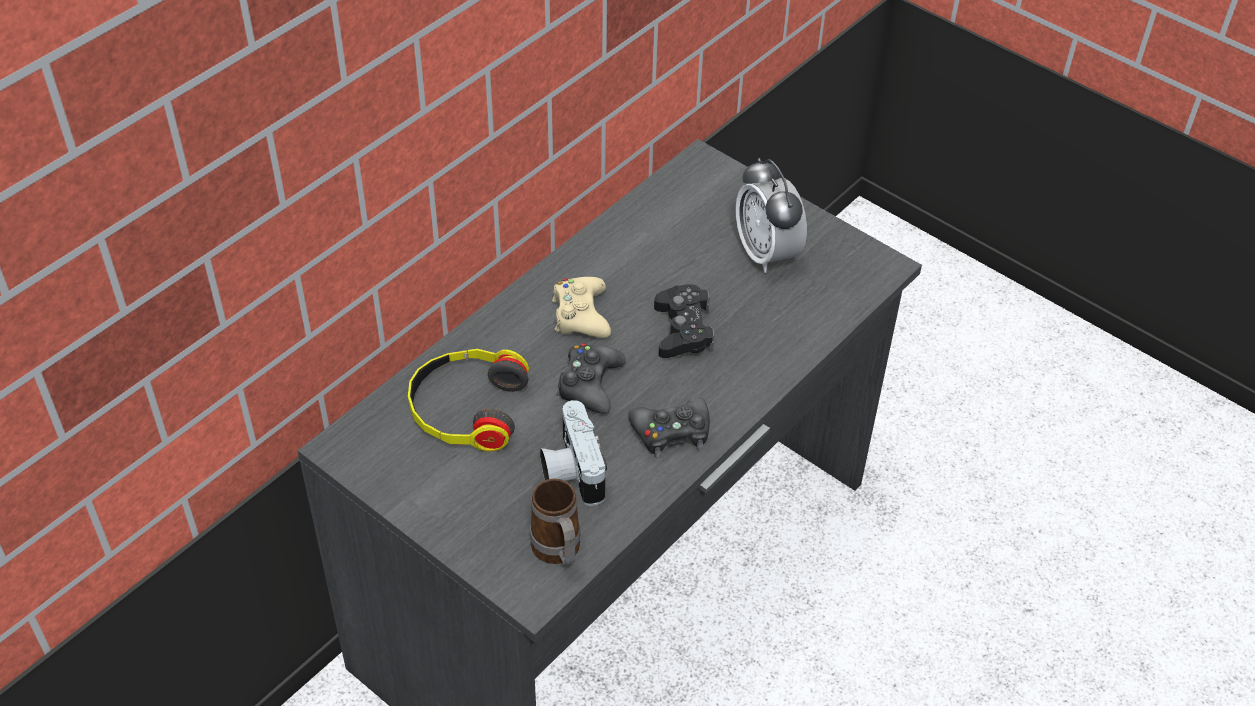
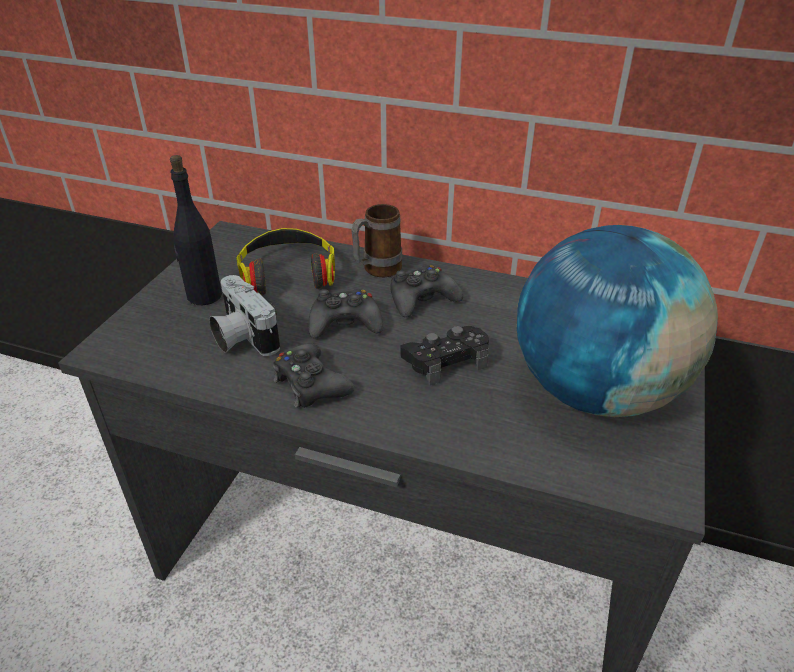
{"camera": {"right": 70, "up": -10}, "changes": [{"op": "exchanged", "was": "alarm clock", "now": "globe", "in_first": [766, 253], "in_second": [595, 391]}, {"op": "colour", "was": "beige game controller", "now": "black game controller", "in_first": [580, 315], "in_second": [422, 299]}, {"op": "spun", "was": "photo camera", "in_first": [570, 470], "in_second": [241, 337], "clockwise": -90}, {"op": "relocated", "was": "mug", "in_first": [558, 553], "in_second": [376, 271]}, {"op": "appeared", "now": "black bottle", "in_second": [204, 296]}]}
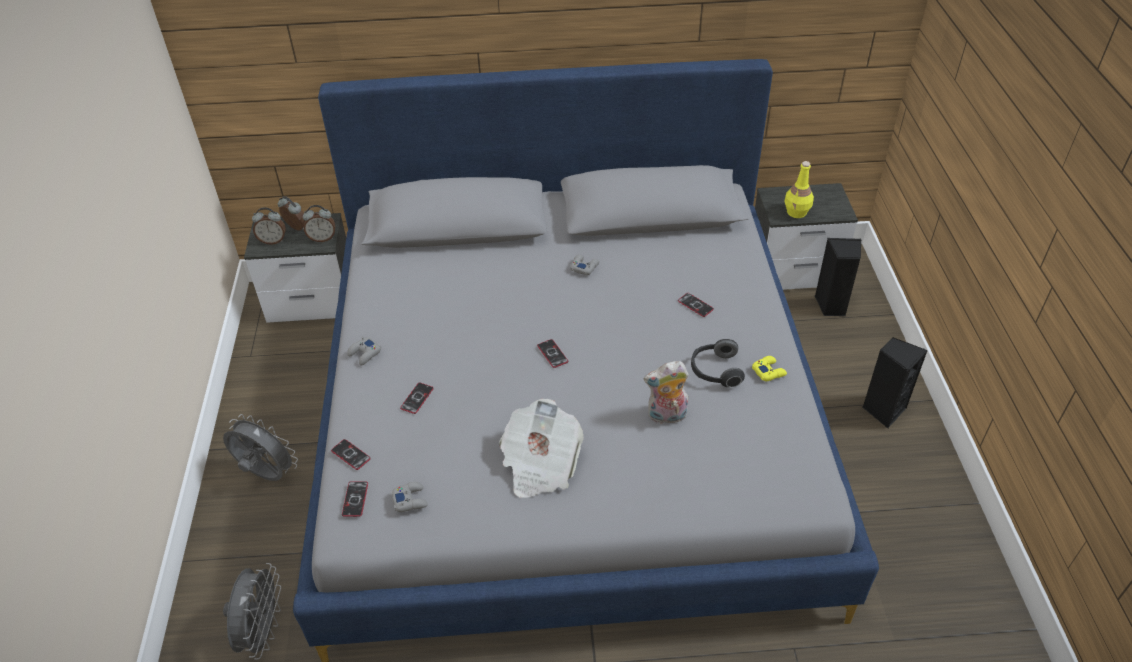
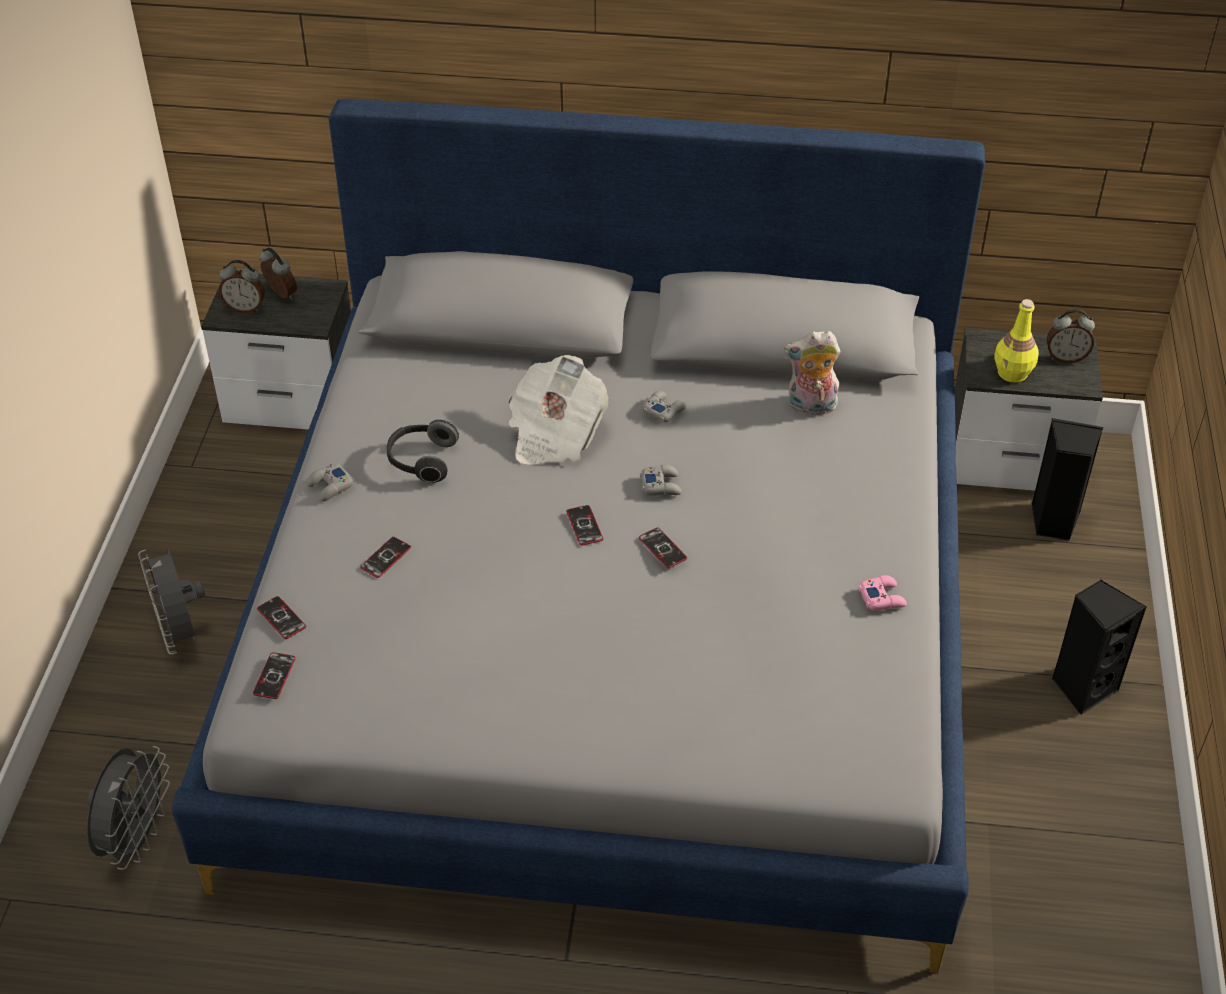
{"camera": {"right": 10, "up": 0}, "changes": [{"op": "relocated", "was": "alarm clock", "in_first": [322, 238], "in_second": [1065, 357]}, {"op": "relocated", "was": "phone", "in_first": [695, 305], "in_second": [662, 548]}, {"op": "relocated", "was": "headphones", "in_first": [715, 371], "in_second": [421, 461]}, {"op": "colour", "was": "yellow game controller", "now": "pink game controller", "in_first": [768, 371], "in_second": [882, 597]}, {"op": "relocated", "was": "plush toy", "in_first": [666, 416], "in_second": [810, 407]}, {"op": "relocated", "was": "newspaper", "in_first": [540, 464], "in_second": [554, 434]}, {"op": "spun", "was": "grey fan", "in_first": [266, 474], "in_second": [181, 634], "clockwise": -150}, {"op": "relocated", "was": "grey game controller", "in_first": [410, 500], "in_second": [661, 485]}]}
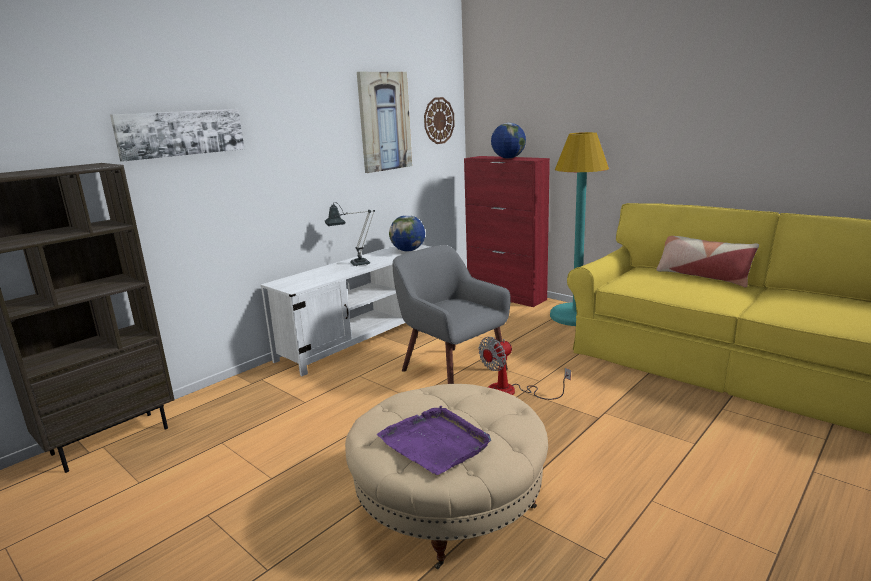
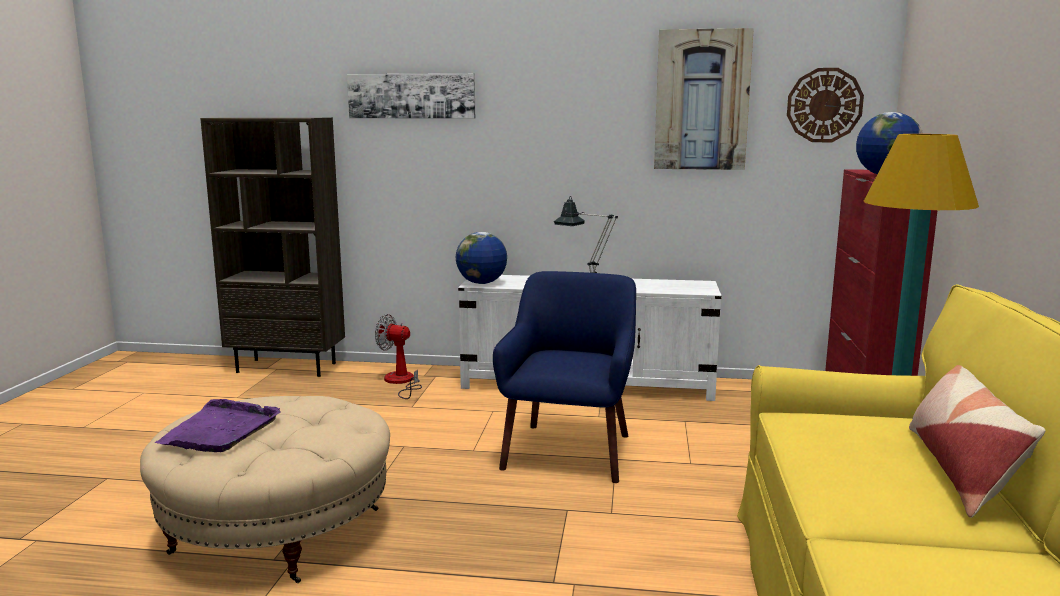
{"camera": {"right": 55, "up": -5}, "changes": [{"op": "relocated", "was": "globe", "in_first": [408, 250], "in_second": [482, 283]}, {"op": "colour", "was": "grey armchair", "now": "blue armchair", "in_first": [452, 369], "in_second": [569, 451]}, {"op": "relocated", "was": "fan", "in_first": [511, 392], "in_second": [401, 382]}]}
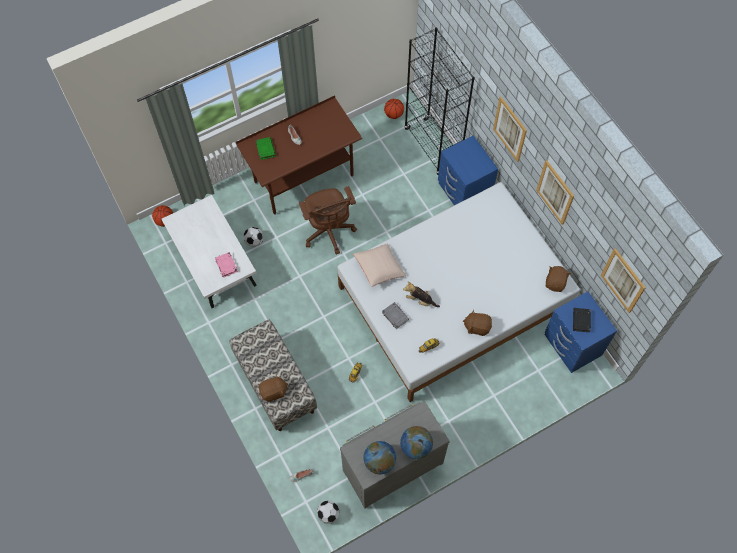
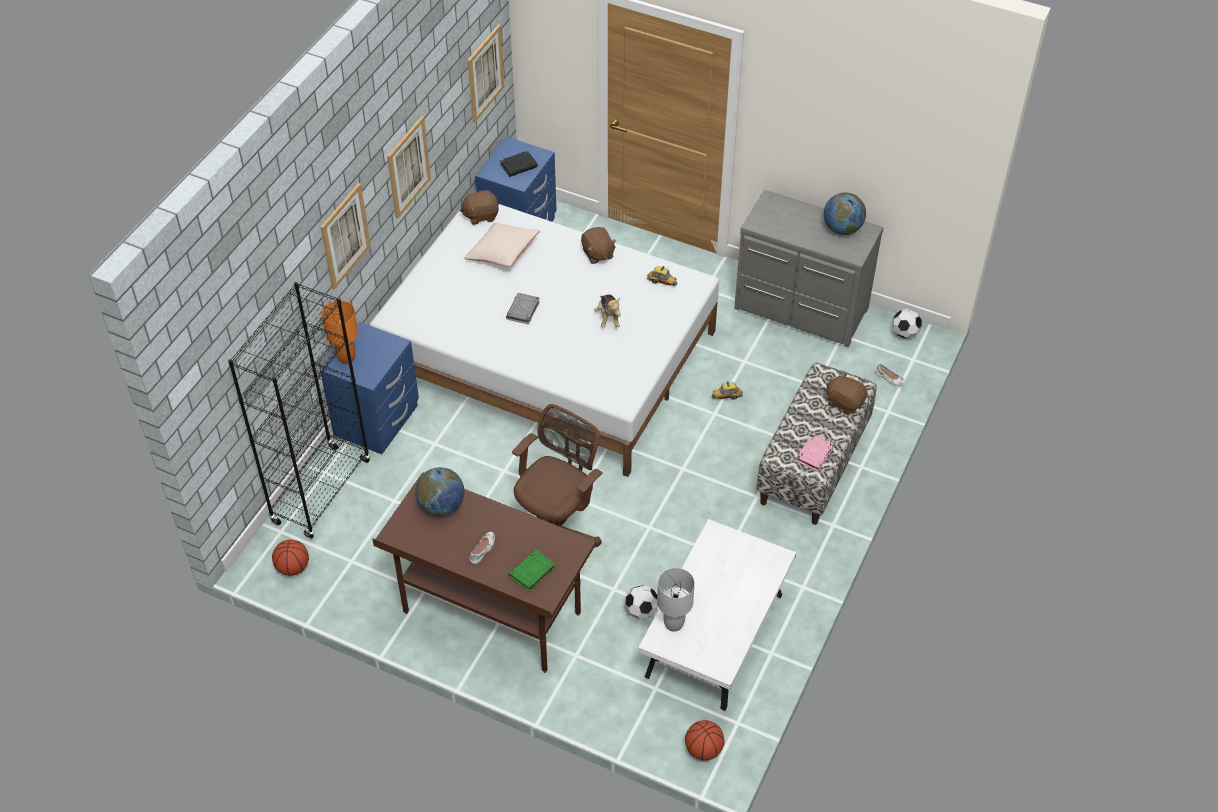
{"camera": {"right": -125, "up": -15}, "changes": [{"op": "relocated", "was": "beige pillow", "in_first": [379, 268], "in_second": [502, 253]}, {"op": "relocated", "was": "pink book", "in_first": [226, 265], "in_second": [814, 454]}, {"op": "relocated", "was": "grey book", "in_first": [395, 316], "in_second": [523, 311]}, {"op": "relocated", "was": "globe", "in_first": [416, 446], "in_second": [441, 506]}, {"op": "appeared", "now": "orange table lamp", "in_second": [346, 358]}, {"op": "appeared", "now": "grey table lamp", "in_second": [673, 624]}]}
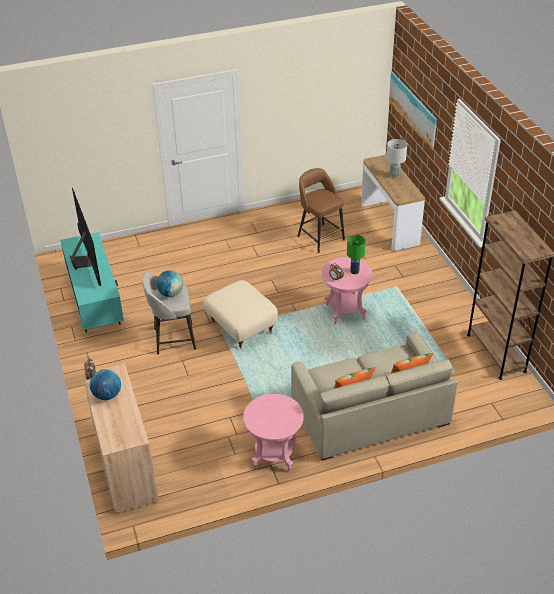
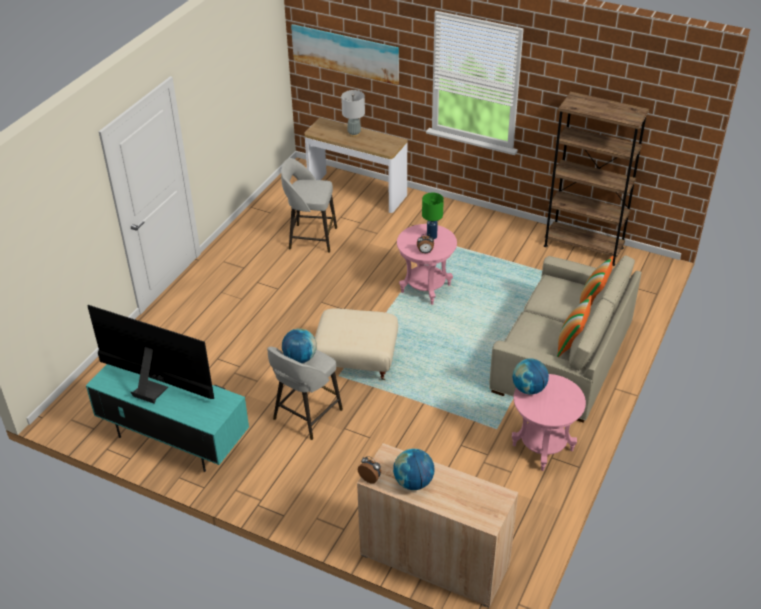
{"camera": {"right": -45, "up": 0}, "changes": [{"op": "colour", "was": "brown stool", "now": "grey stool", "in_first": [320, 237], "in_second": [311, 238]}, {"op": "appeared", "now": "globe", "in_second": [529, 389]}]}
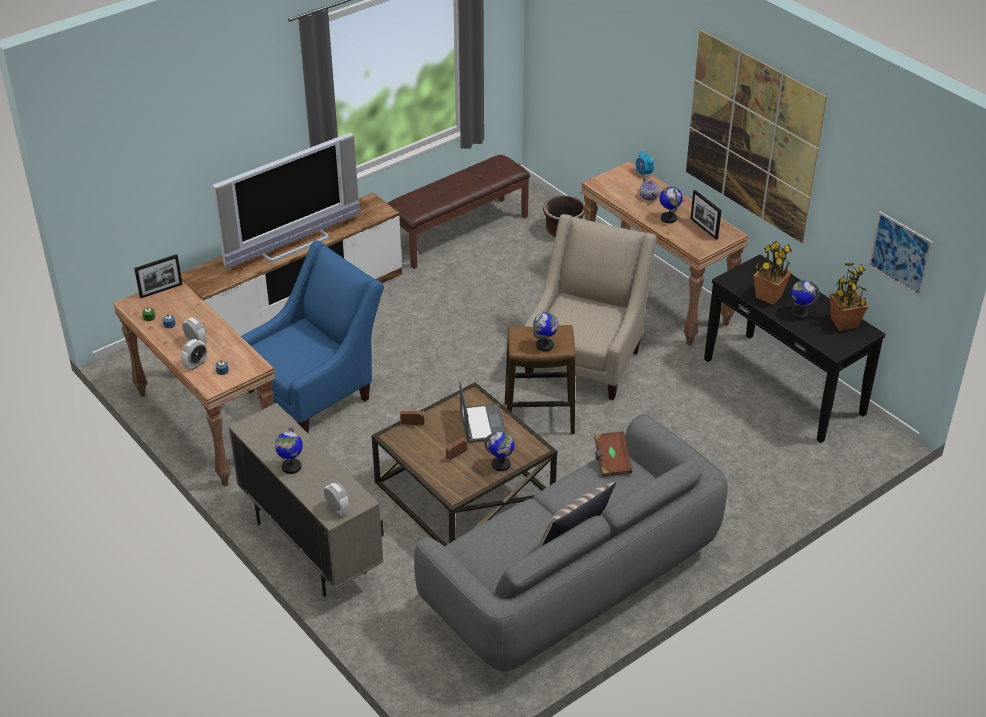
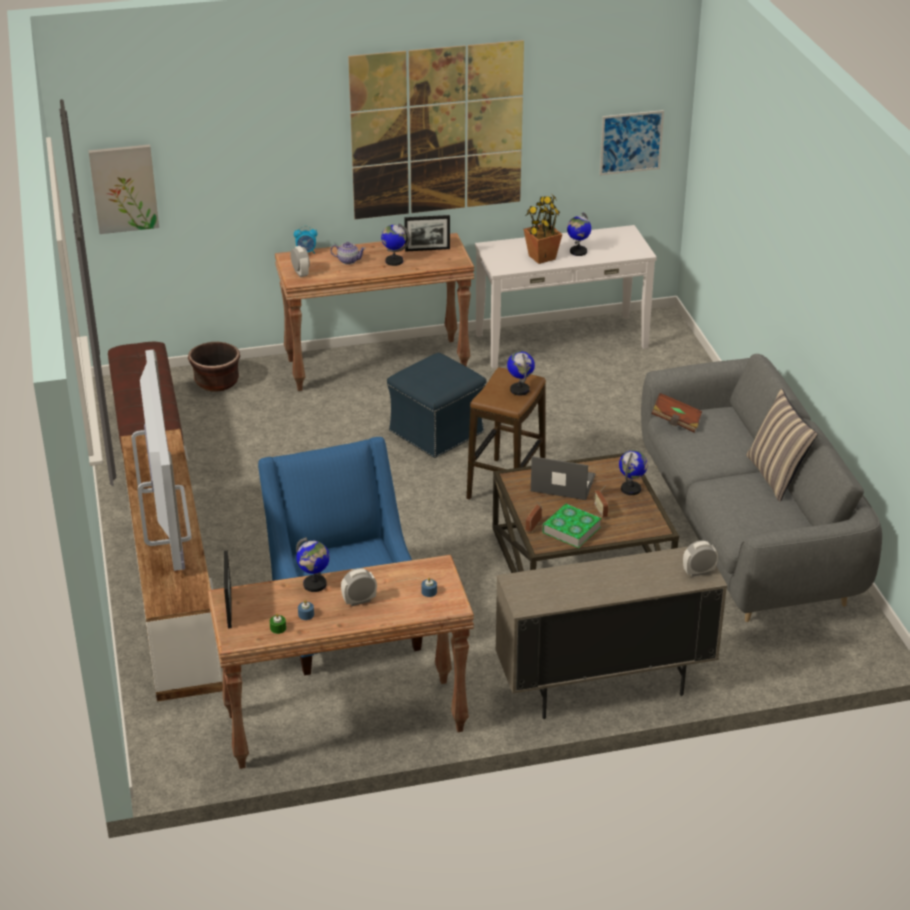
{"camera": {"right": -65, "up": -5}, "changes": [{"op": "exchanged", "was": "beige armchair", "now": "blue ottoman", "in_first": [586, 358], "in_second": [437, 431]}, {"op": "colour", "was": "black console table", "now": "white console table", "in_first": [784, 386], "in_second": [561, 341]}, {"op": "missing", "was": "potted plant", "in_first": [844, 323]}, {"op": "relocated", "was": "alarm clock", "in_first": [195, 364], "in_second": [300, 273]}, {"op": "relocated", "was": "globe", "in_first": [291, 467], "in_second": [315, 585]}, {"op": "appeared", "now": "picture", "in_second": [124, 188]}, {"op": "appeared", "now": "book", "in_second": [571, 529]}]}
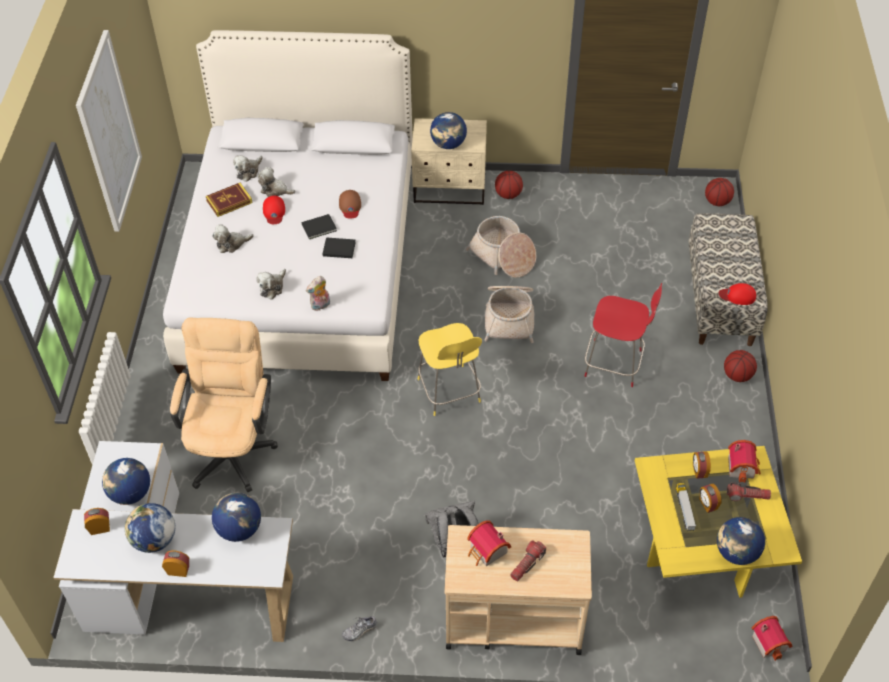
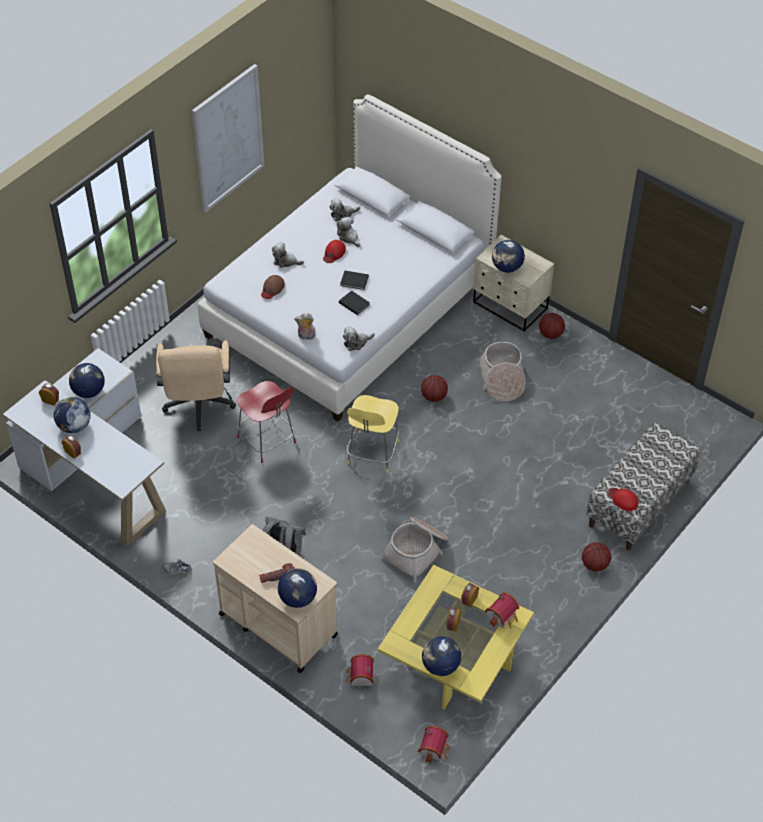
{"camera": {"right": 35, "up": 0}, "changes": [{"op": "relocated", "was": "basketball", "in_first": [717, 202], "in_second": [434, 397]}, {"op": "missing", "was": "book", "in_first": [229, 201]}, {"op": "relocated", "was": "brown cap", "in_first": [350, 206], "in_second": [272, 288]}, {"op": "relocated", "was": "plush toy", "in_first": [272, 287], "in_second": [356, 342]}, {"op": "relocated", "was": "red stool", "in_first": [615, 364], "in_second": [267, 441]}, {"op": "relocated", "was": "basket", "in_first": [509, 317], "in_second": [416, 551]}, {"op": "spun", "was": "beige office chair", "in_first": [233, 447], "in_second": [198, 407], "clockwise": 135}, {"op": "missing", "was": "flashlight", "in_first": [747, 496]}, {"op": "missing", "was": "toy truck", "in_first": [684, 510]}, {"op": "relocated", "was": "globe", "in_first": [239, 529], "in_second": [298, 598]}, {"op": "relocated", "was": "toy house", "in_first": [487, 552], "in_second": [360, 677]}]}
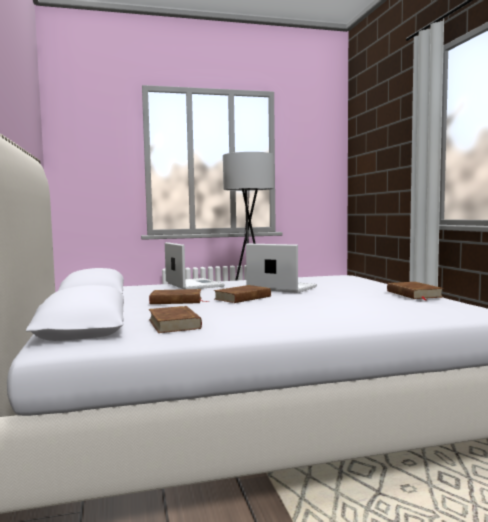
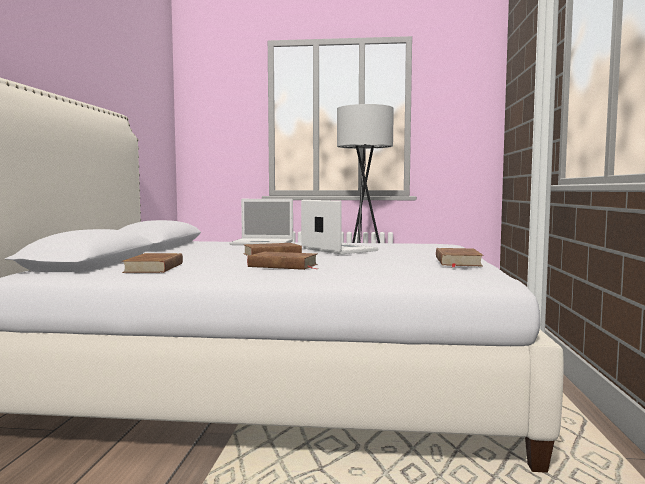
{"camera": {"right": 20, "up": 0}, "changes": [{"op": "spun", "was": "laptop", "in_first": [193, 284], "in_second": [263, 243], "clockwise": 105}, {"op": "relocated", "was": "brown book", "in_first": [176, 301], "in_second": [283, 265]}]}
